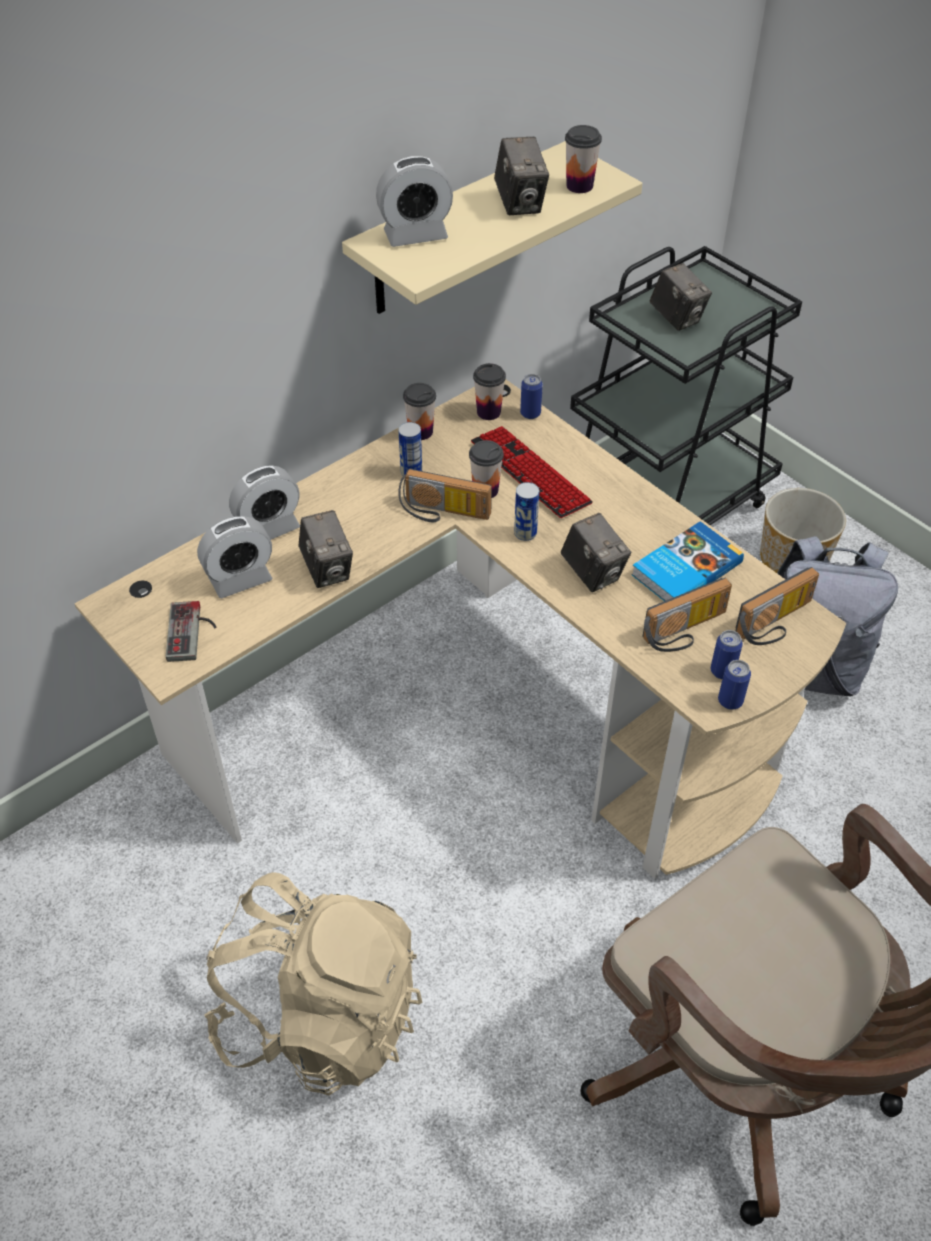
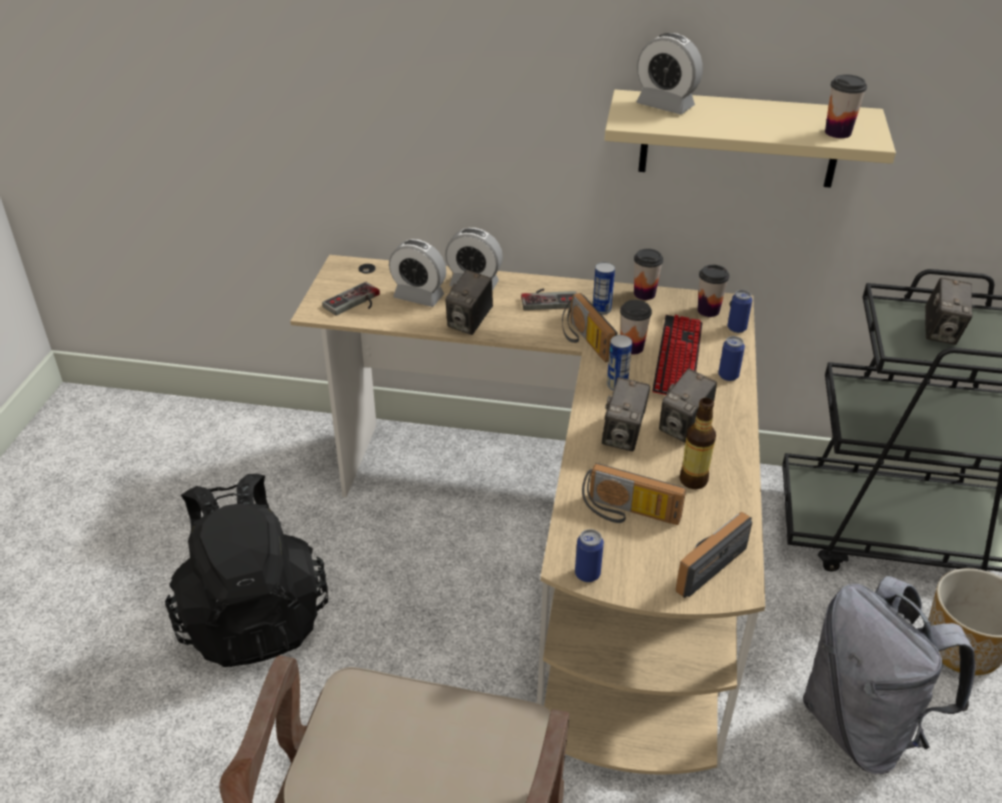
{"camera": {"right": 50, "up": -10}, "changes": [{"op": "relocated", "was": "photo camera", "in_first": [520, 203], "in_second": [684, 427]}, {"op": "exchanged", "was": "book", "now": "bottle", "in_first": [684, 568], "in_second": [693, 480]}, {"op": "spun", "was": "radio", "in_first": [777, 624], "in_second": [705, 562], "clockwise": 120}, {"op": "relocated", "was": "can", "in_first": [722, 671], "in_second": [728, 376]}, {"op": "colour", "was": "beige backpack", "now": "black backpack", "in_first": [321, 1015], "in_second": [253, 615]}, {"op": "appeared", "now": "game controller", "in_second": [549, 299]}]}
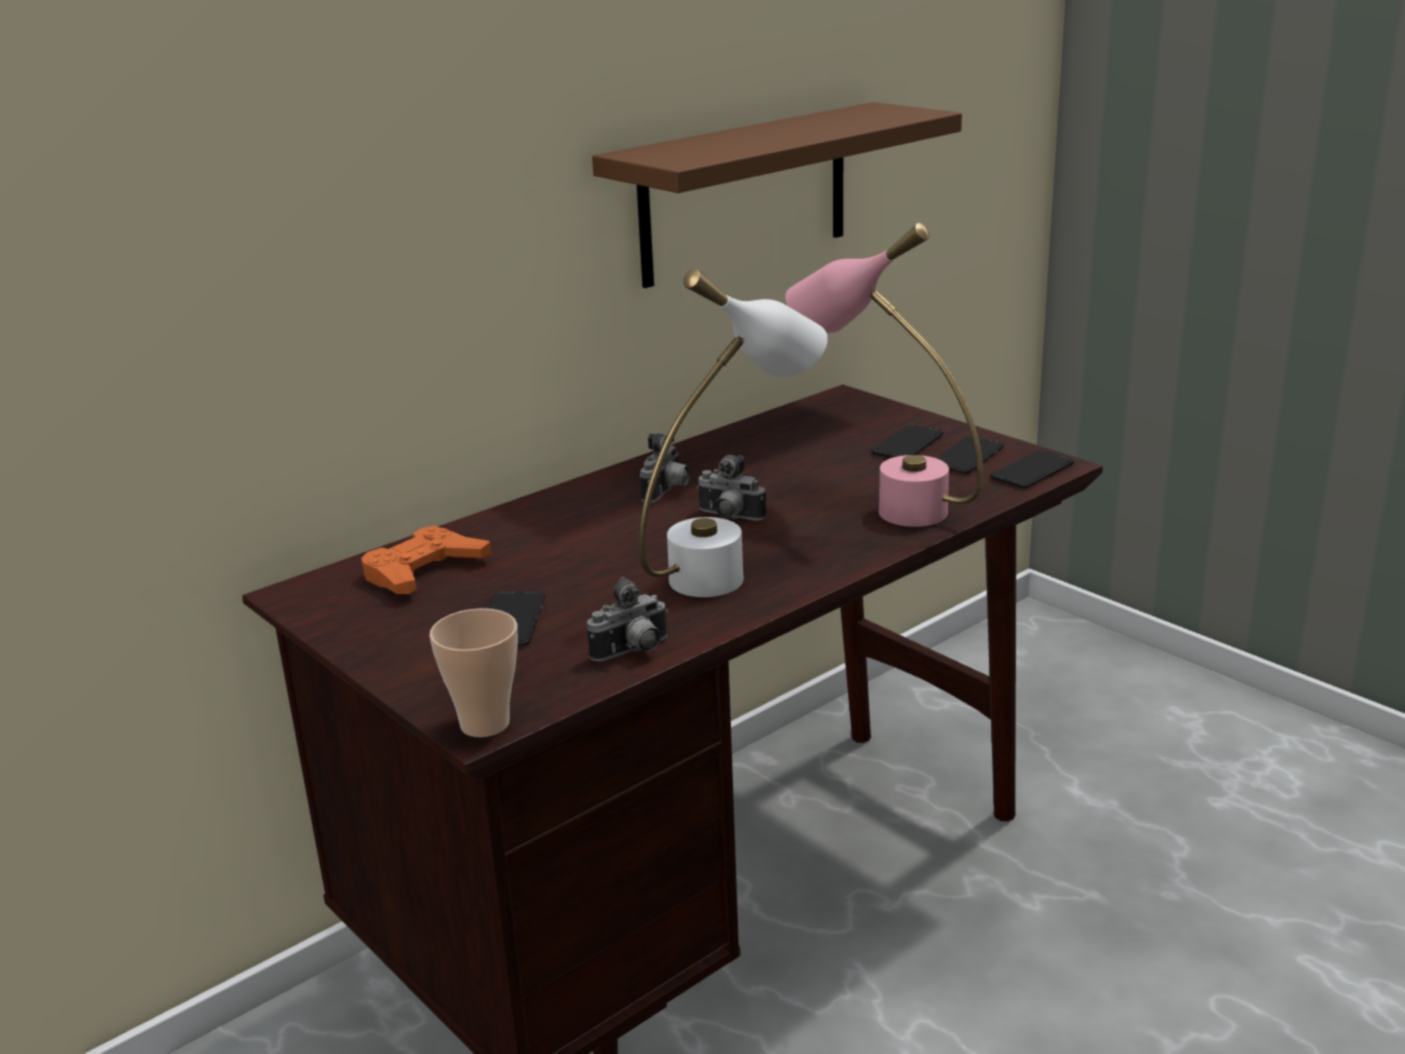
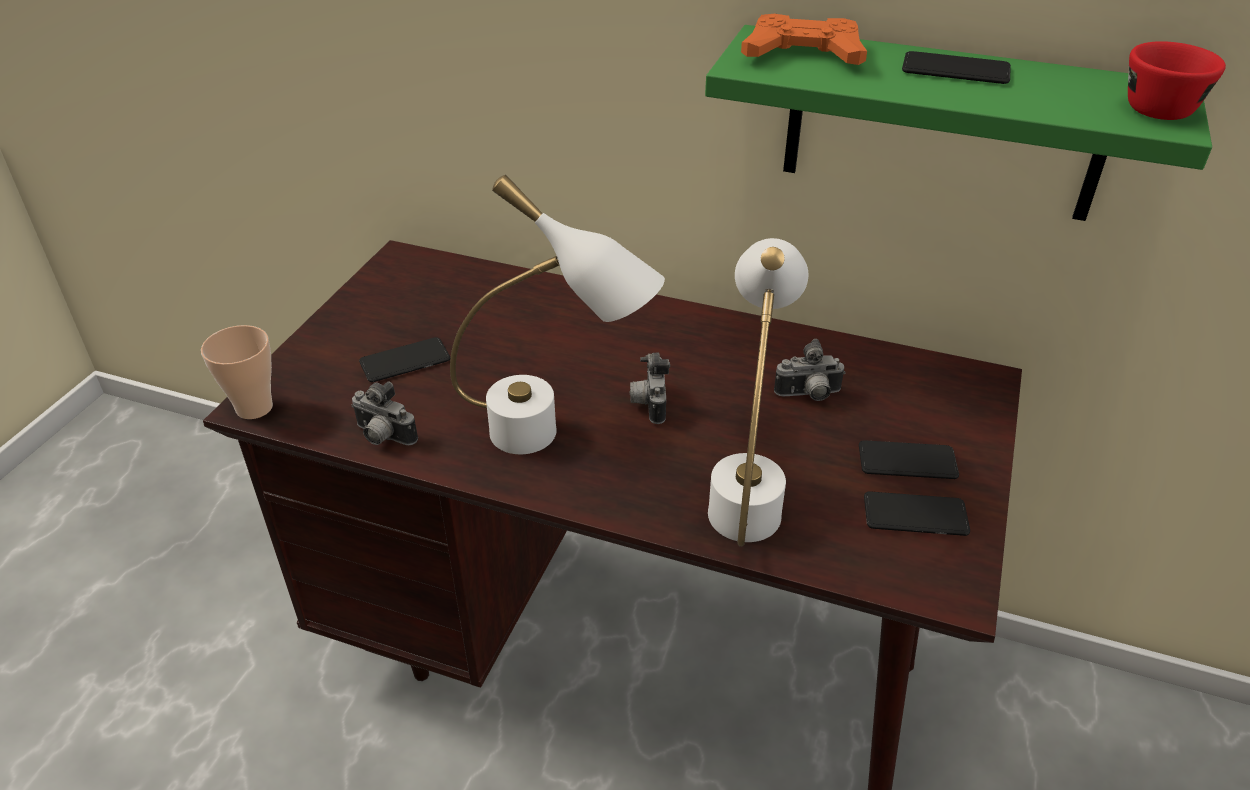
{"camera": {"right": 60, "up": 15}, "changes": [{"op": "colour", "was": "brown shelf", "now": "green shelf", "in_first": [745, 194], "in_second": [943, 125]}, {"op": "colour", "was": "pink table lamp", "now": "white table lamp", "in_first": [883, 504], "in_second": [747, 489]}, {"op": "relocated", "was": "photo camera", "in_first": [667, 492], "in_second": [808, 396]}, {"op": "relocated", "was": "phone", "in_first": [1032, 471], "in_second": [955, 70]}, {"op": "relocated", "was": "orange game controller", "in_first": [424, 571], "in_second": [803, 54]}, {"op": "appeared", "now": "red cup", "in_second": [1158, 105]}]}
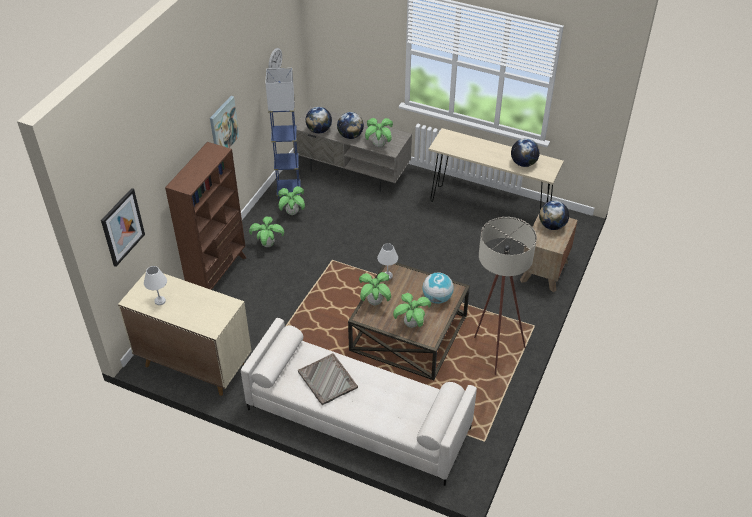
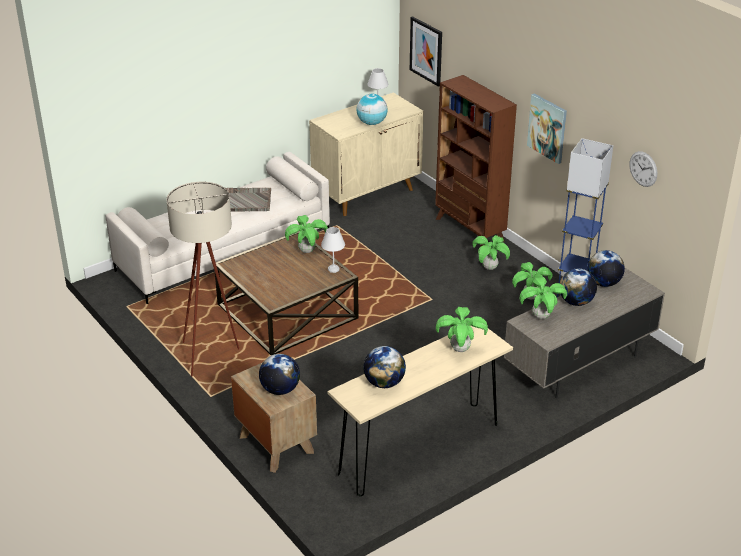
{"camera": {"right": 120, "up": -10}, "changes": [{"op": "relocated", "was": "globe", "in_first": [437, 298], "in_second": [372, 123]}, {"op": "relocated", "was": "potted plant", "in_first": [411, 324], "in_second": [460, 349]}]}
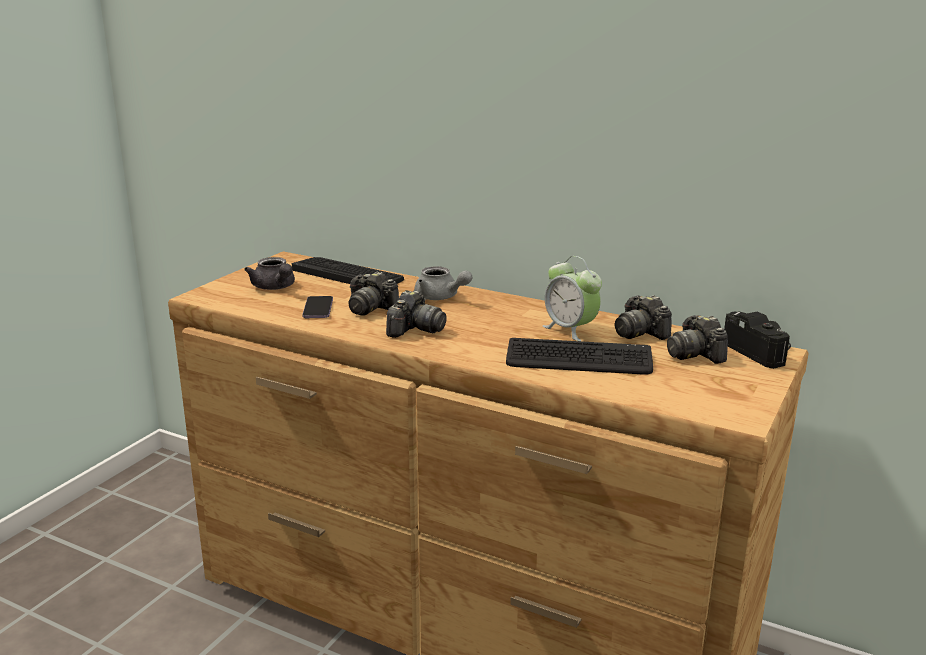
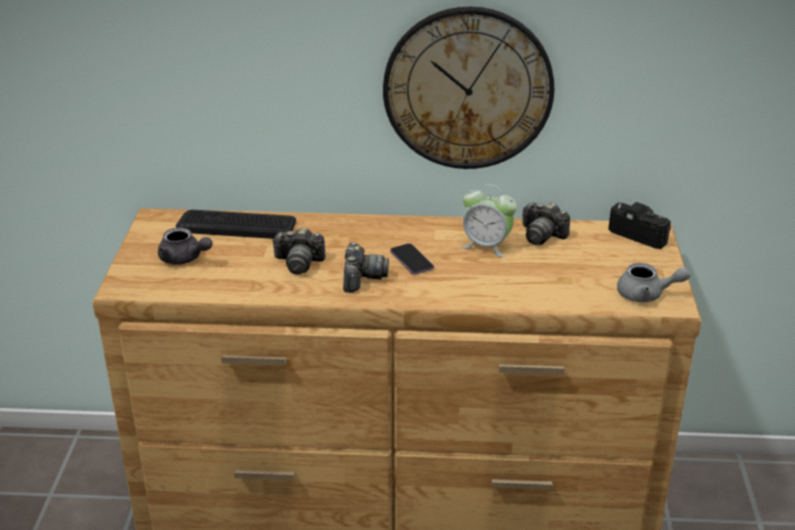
{"camera": {"right": -25, "up": 10}, "changes": [{"op": "relocated", "was": "grey teapot", "in_first": [440, 297], "in_second": [646, 295]}, {"op": "relocated", "was": "phone", "in_first": [318, 309], "in_second": [411, 260]}, {"op": "missing", "was": "photo camera", "in_first": [695, 354]}, {"op": "missing", "was": "keyboard", "in_first": [578, 359]}, {"op": "appeared", "now": "wall clock", "in_second": [468, 88]}]}
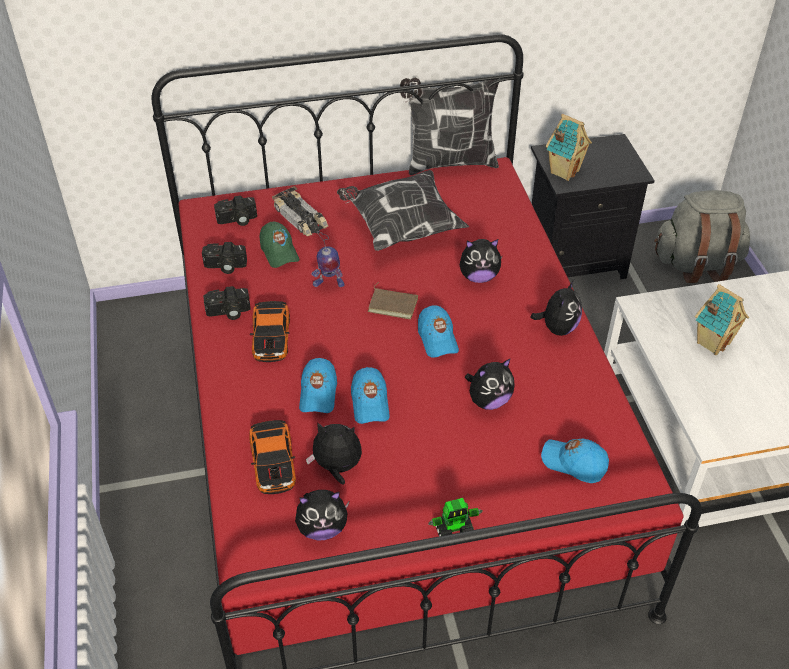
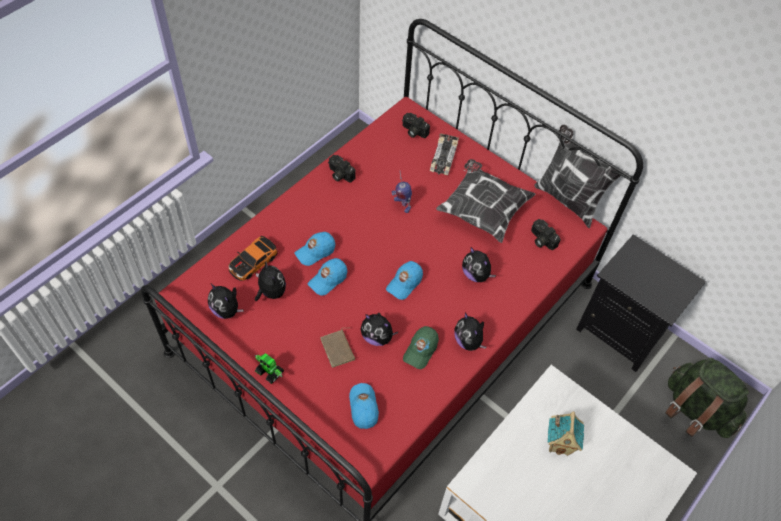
{"camera": {"right": 50, "up": 10}, "changes": [{"op": "missing", "was": "toy house", "in_first": [564, 171]}, {"op": "colour", "was": "grey backpack", "now": "green backpack", "in_first": [696, 264], "in_second": [695, 410]}, {"op": "relocated", "was": "green cap", "in_first": [279, 252], "in_second": [420, 350]}, {"op": "relocated", "was": "photo camera", "in_first": [225, 266], "in_second": [541, 240]}, {"op": "spun", "was": "plush toy", "in_first": [557, 328], "in_second": [468, 341], "clockwise": 75}, {"op": "relocated", "was": "brown book", "in_first": [393, 304], "in_second": [339, 349]}, {"op": "missing", "was": "toy car", "in_first": [272, 337]}]}
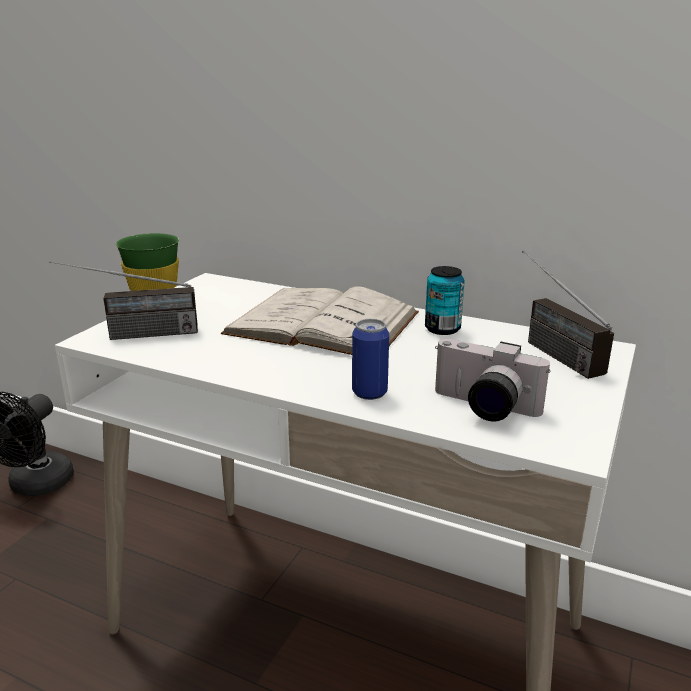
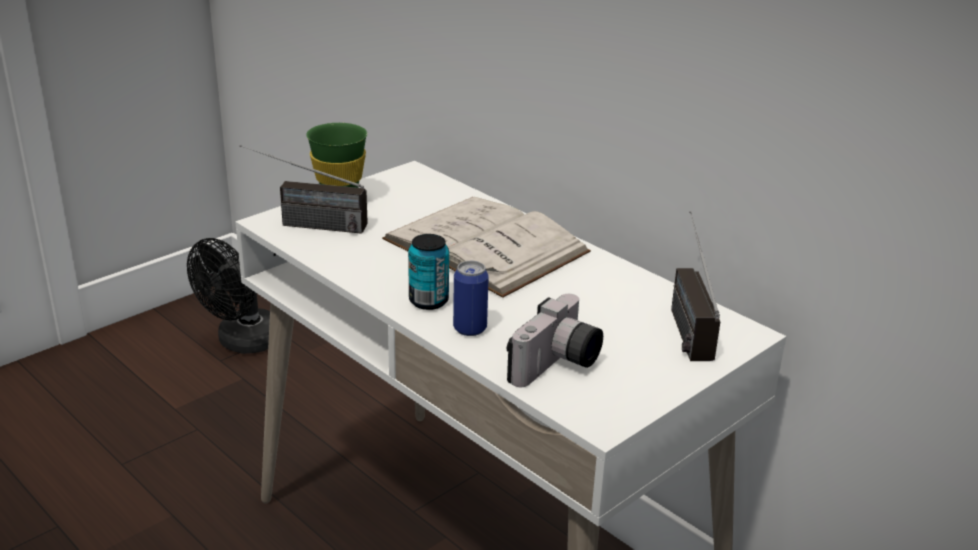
{"camera": {"right": 20, "up": 5}, "changes": [{"op": "relocated", "was": "can", "in_first": [442, 329], "in_second": [428, 301]}, {"op": "spun", "was": "photo camera", "in_first": [482, 408], "in_second": [558, 366], "clockwise": -105}]}
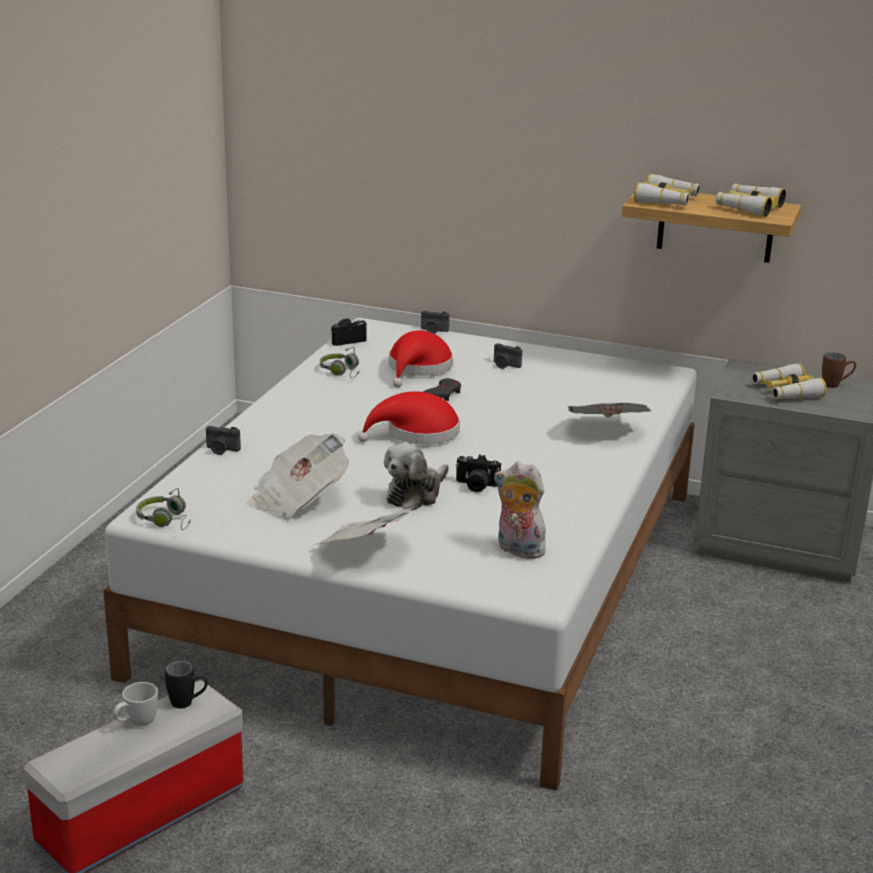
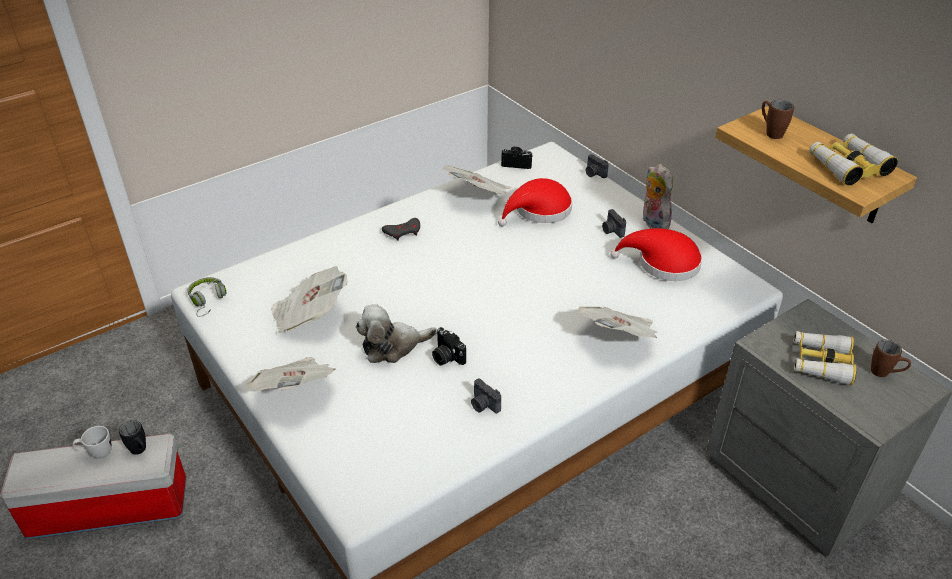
{"camera": {"right": 35, "up": 15}, "changes": [{"op": "exchanged", "was": "binoculars", "now": "brown mug", "in_first": [666, 200], "in_second": [770, 132]}, {"op": "exchanged", "was": "grey headphones", "now": "newspaper", "in_first": [342, 371], "in_second": [478, 195]}, {"op": "relocated", "was": "grey game controller", "in_first": [442, 394], "in_second": [403, 232]}, {"op": "relocated", "was": "red hat", "in_first": [417, 433], "in_second": [663, 263]}, {"op": "relocated", "was": "photo camera", "in_first": [221, 450], "in_second": [483, 405]}, {"op": "relocated", "was": "plush toy", "in_first": [517, 550], "in_second": [652, 222]}]}
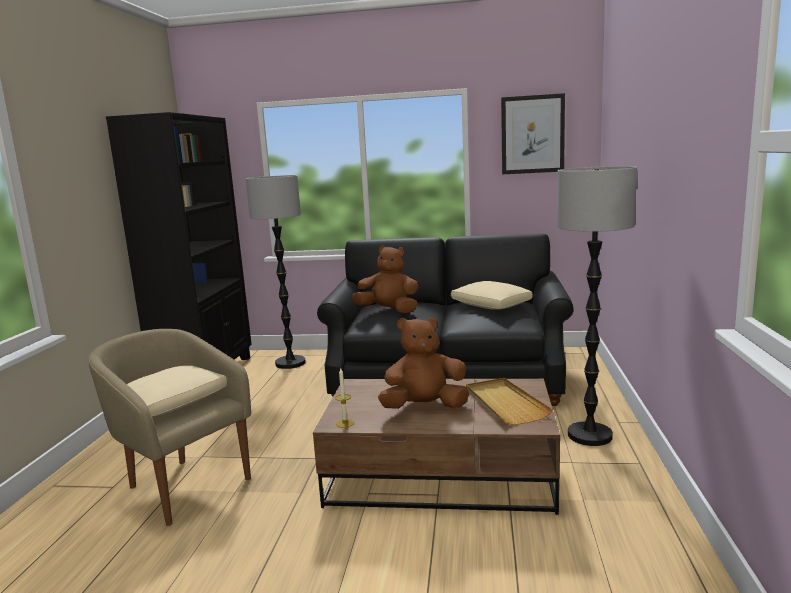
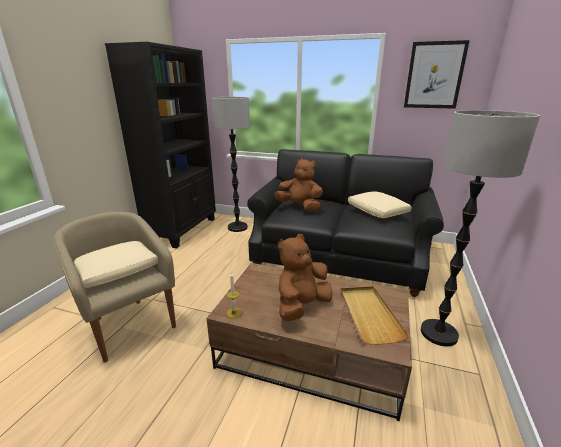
{"camera": {"right": 10, "up": 10}, "changes": [{"op": "spun", "was": "brown plush toy", "in_first": [424, 407], "in_second": [301, 306], "clockwise": -45}]}
